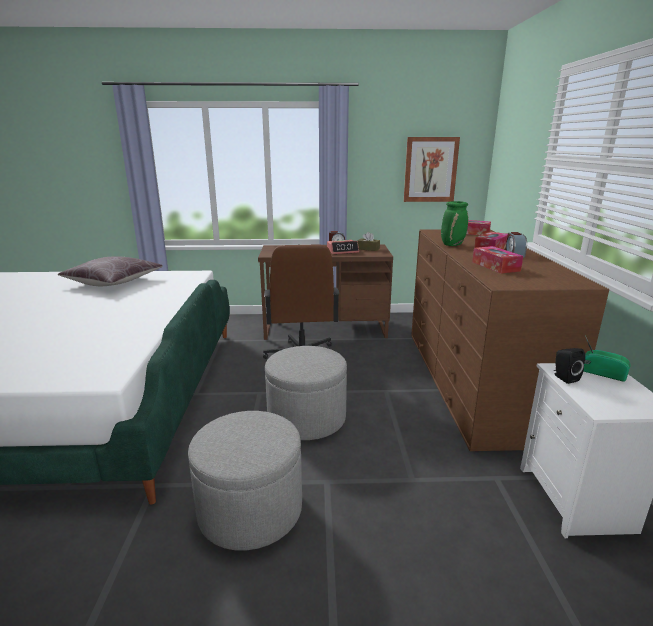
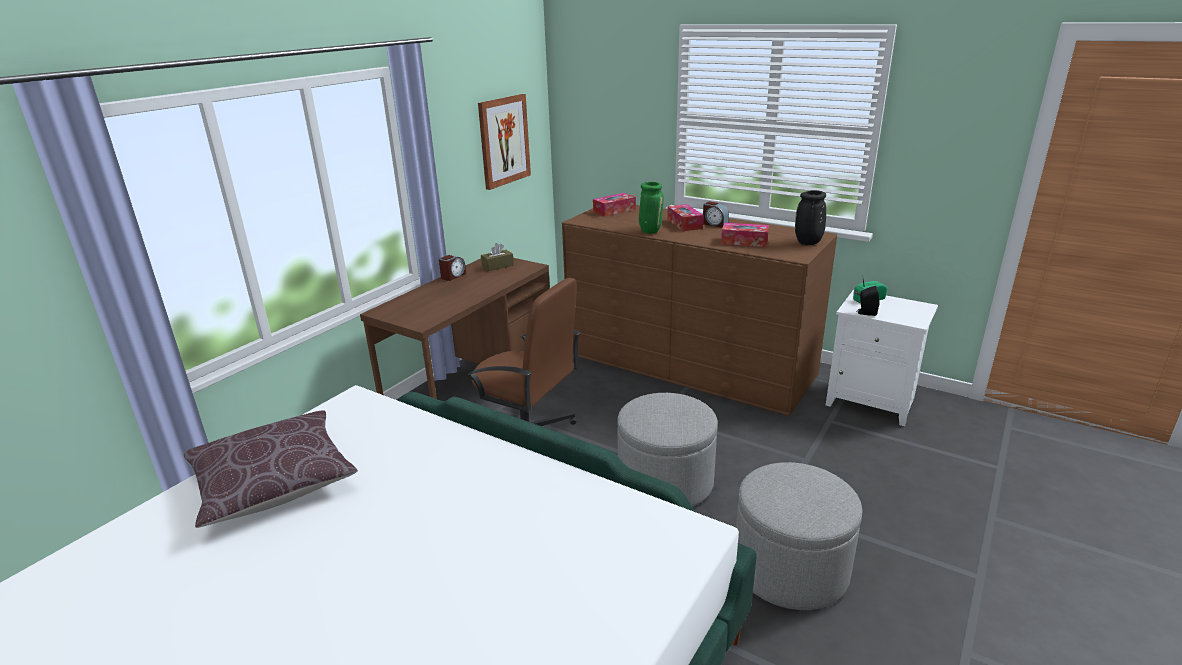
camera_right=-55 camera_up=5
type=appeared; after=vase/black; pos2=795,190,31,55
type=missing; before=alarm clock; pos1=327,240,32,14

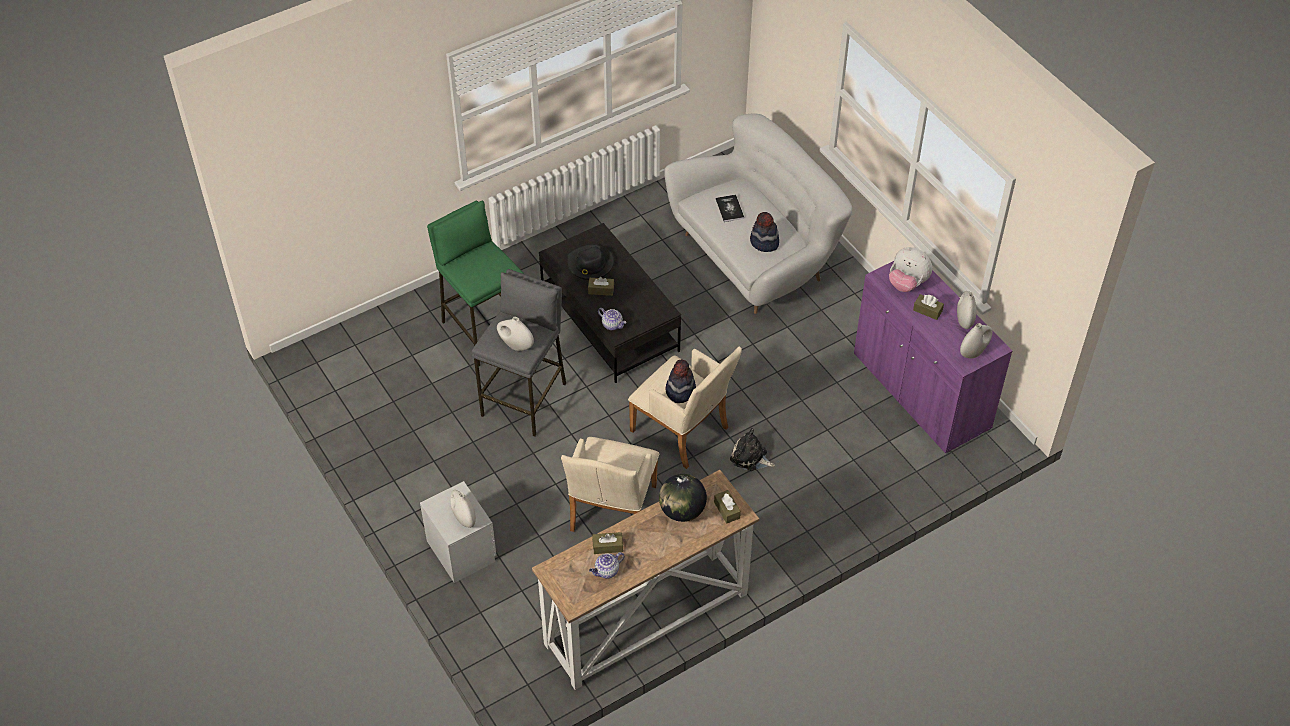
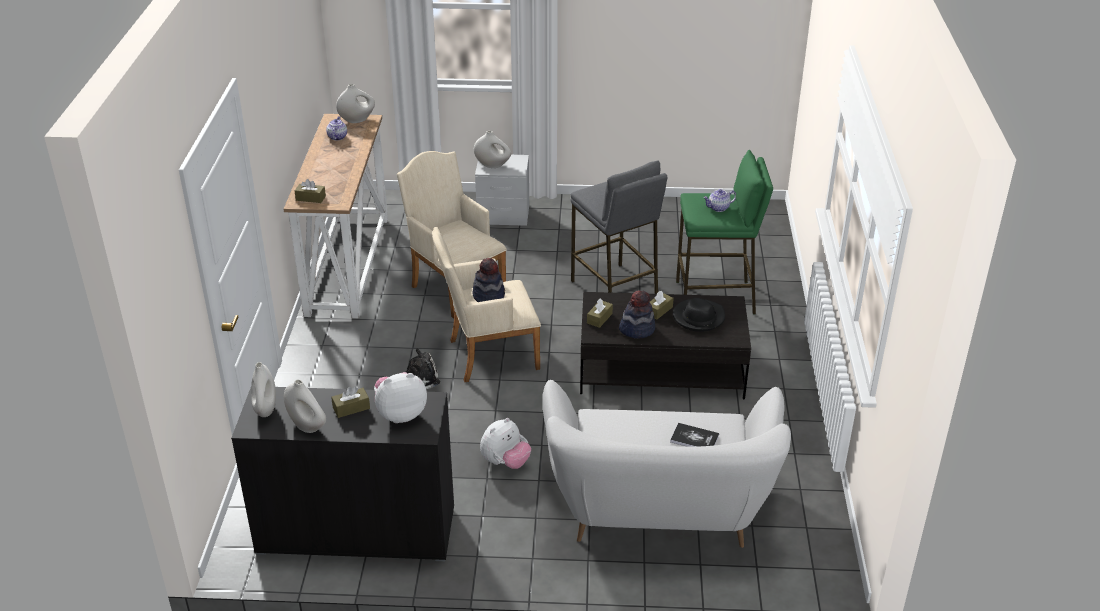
camera_right=125 camera_up=-15
type=colour; before=cabinet/purple; after=cabinet/black; pos1=854,261,158,192; pos2=231,387,223,174
type=relocated; before=vase/white; pos1=497,317,37,34; pos2=336,84,39,39
type=appeared; after=plush toy; pos2=480,418,51,51
type=relocated; before=tissue box/brown; pos1=592,532,31,22; pos2=587,298,26,30
type=relocated; before=hat; pos1=750,212,29,40; pos2=619,290,36,48
type=relocated; before=teapot; pos1=598,308,28,22; pos2=703,189,33,23
type=missing; before=globe; pos1=659,474,48,48

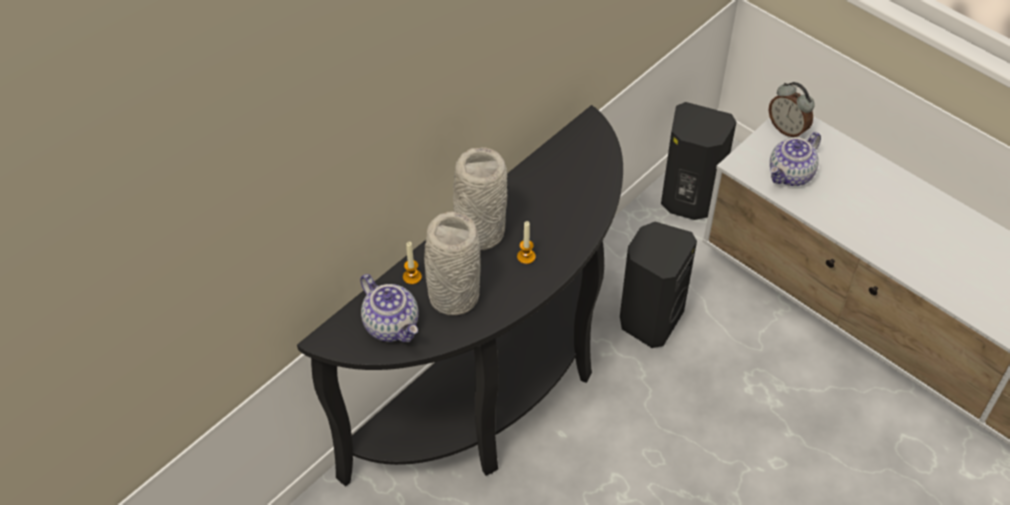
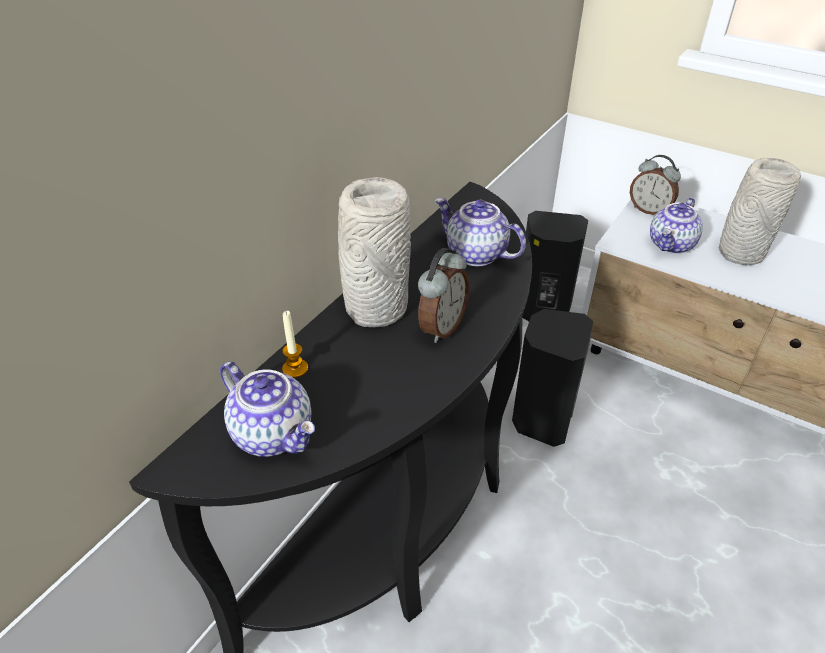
camera_right=-10 camera_up=-10
type=exchanged; before=candle; after=alarm clock; pos1=517,221,19,43; pos2=418,248,51,95
type=appeared; after=teapot; pos2=435,198,91,68
type=relocated; before=vase/grey; pos1=424,212,57,104; pos2=719,158,82,107

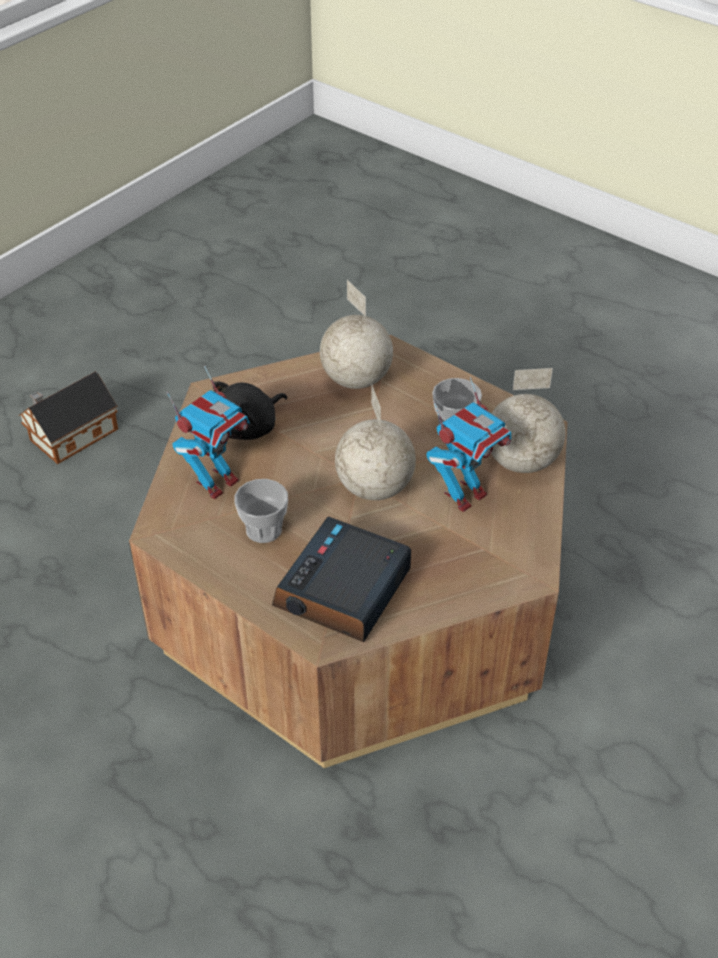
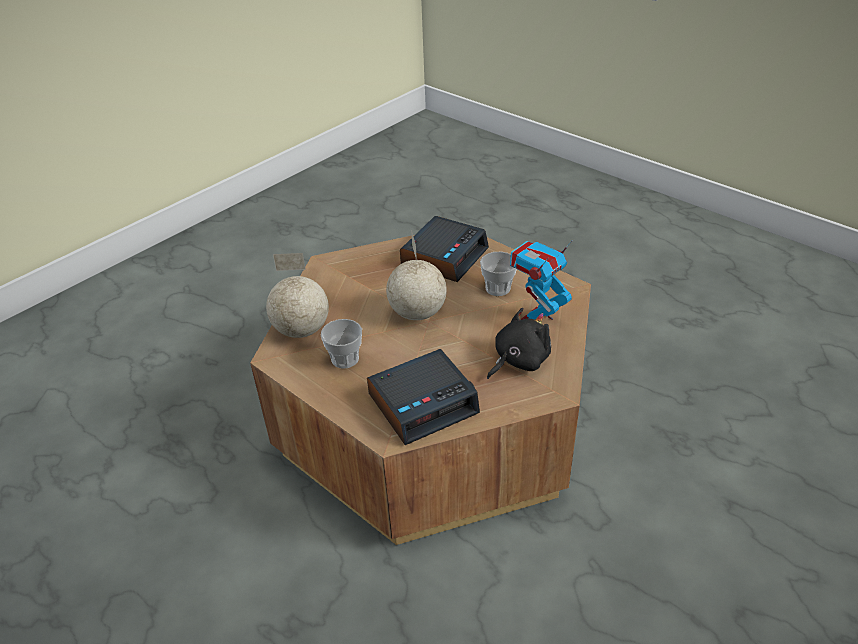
camera_right=-175 camera_up=-5
type=exchanged; before=globe; after=alarm clock; pos1=320,280,73,109; pos2=367,349,113,96
type=missing; before=toy house; pos1=18,372,100,92
type=missing; before=toy robot; pos1=426,377,85,135

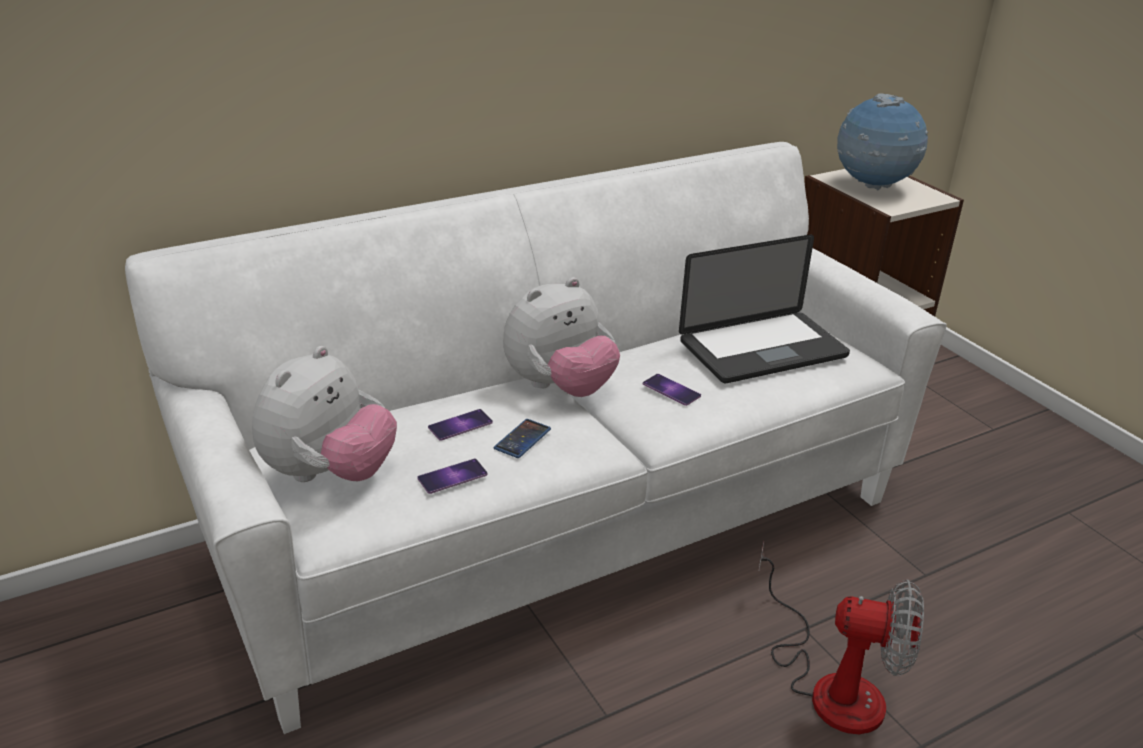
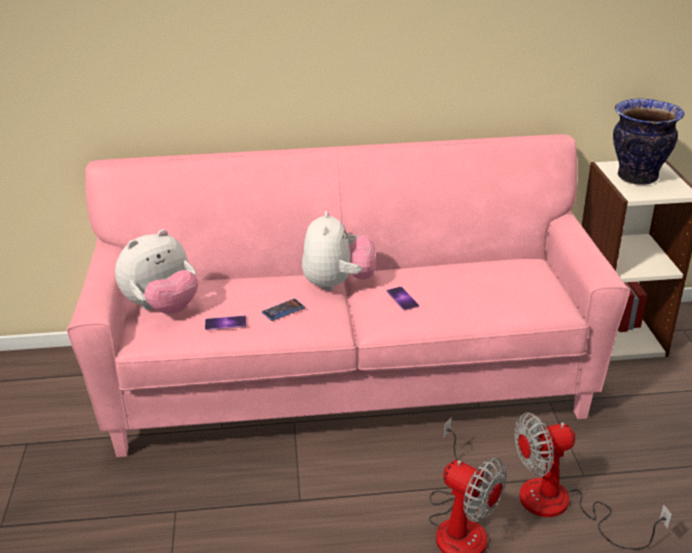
camera_right=25 camera_up=0
type=colour; before=sofa/white; after=sofa/pink; pos1=125,142,822,592; pos2=67,134,563,323
type=spun; before=plush toy; pos1=503,277,117,120; pos2=302,211,74,80; turn=-75
type=appeared; after=fan; pos2=515,412,157,138
type=exchanged; before=globe; after=vase; pos1=837,94,91,96; pos2=613,99,71,86
type=missing; before=phone; pos1=428,409,65,32
type=missing; before=laptop; pos1=679,235,171,148

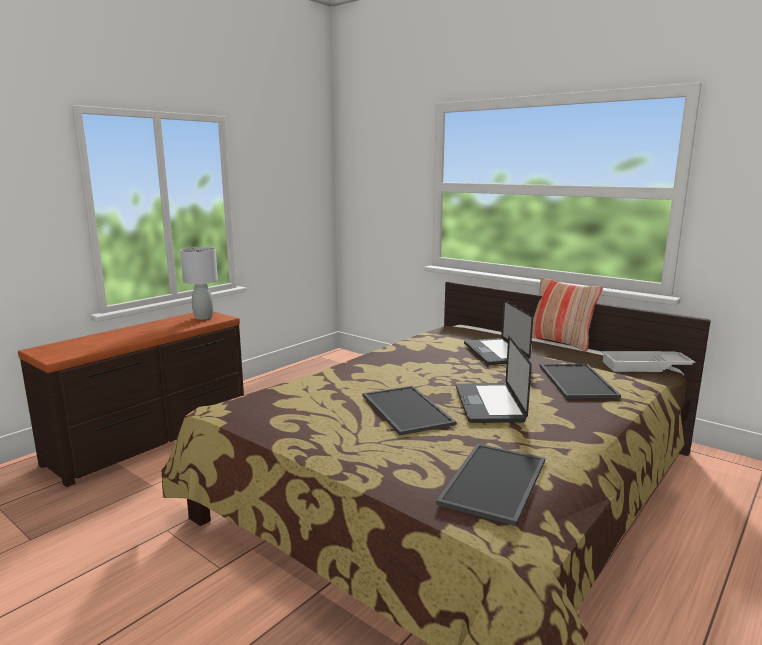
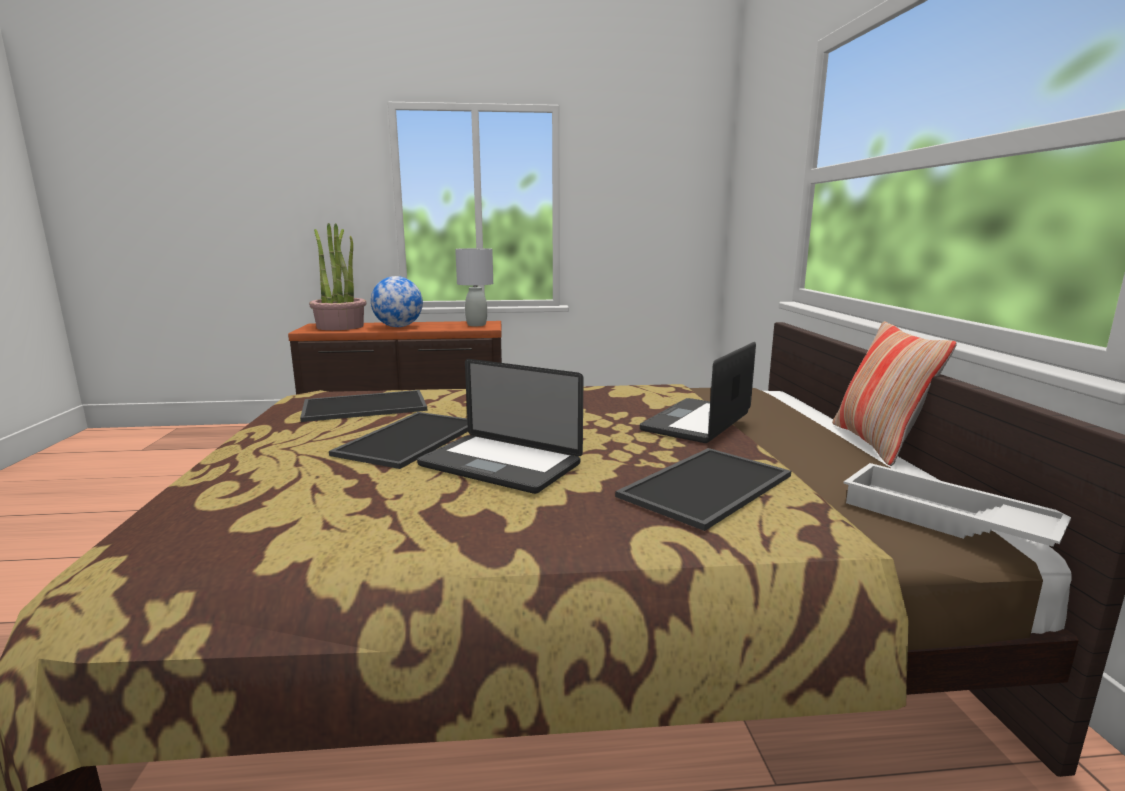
camera_right=45 camera_up=0
type=relocated; before=tray; pos1=436,443,109,83; pos2=300,390,128,32
type=appeared; after=potted plant; pos2=309,223,57,107
type=appeared; after=globe; pos2=371,276,52,51
type=spun; before=laptop; pos1=456,336,76,87; pos2=417,359,166,135; turn=-105

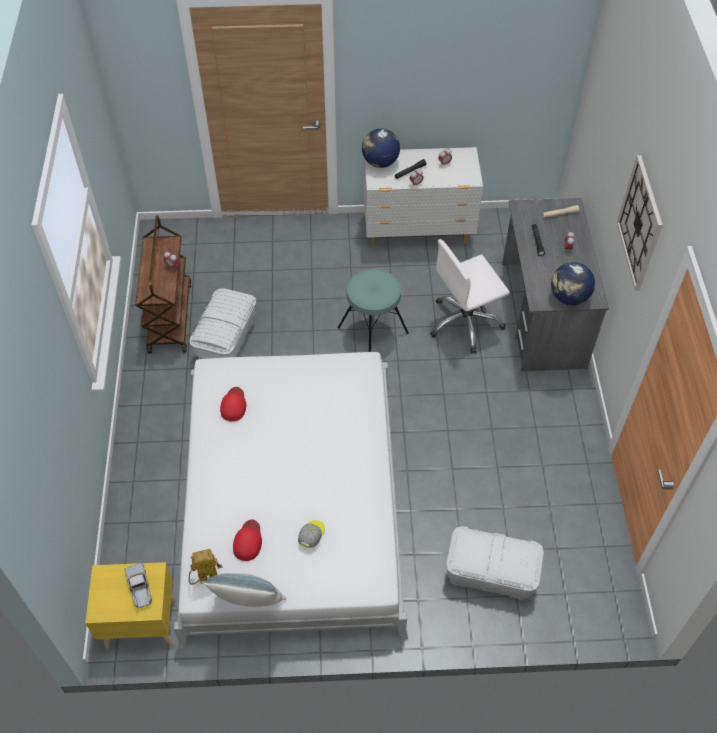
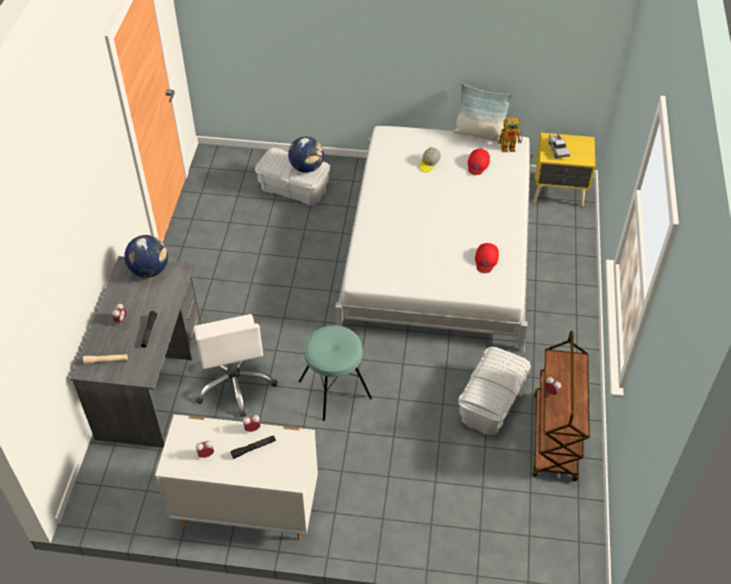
camera_right=-170 camera_up=-5
type=spun; before=office chair/white; pos1=430,239,80,114; pos2=194,314,84,103; turn=90
type=relocated; before=globe; pos1=362,129,38,39; pos2=288,137,36,36
type=missing; before=wall clock; pos1=617,155,46,136

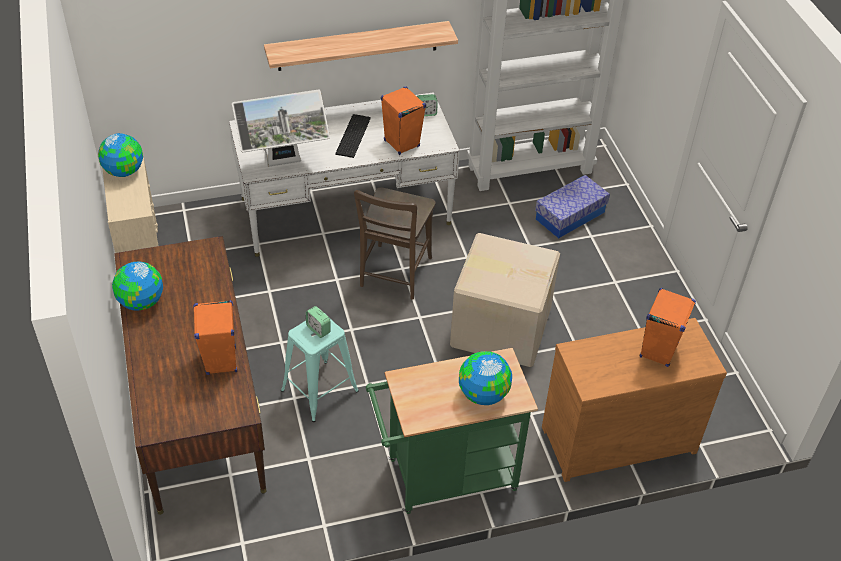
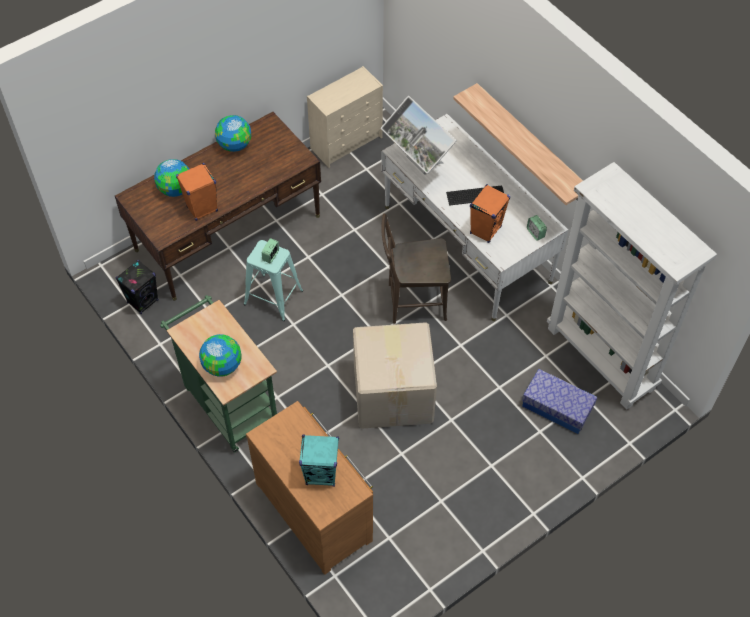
camera_right=70 camera_up=10
type=appeared; after=speaker/black; pos2=116,260,43,54
type=relocated; before=globe; pos1=98,133,45,44; pos2=154,159,35,38
type=colour; before=speaker/orange; after=speaker/turquoise; pos1=640,288,56,79; pos2=299,434,40,53

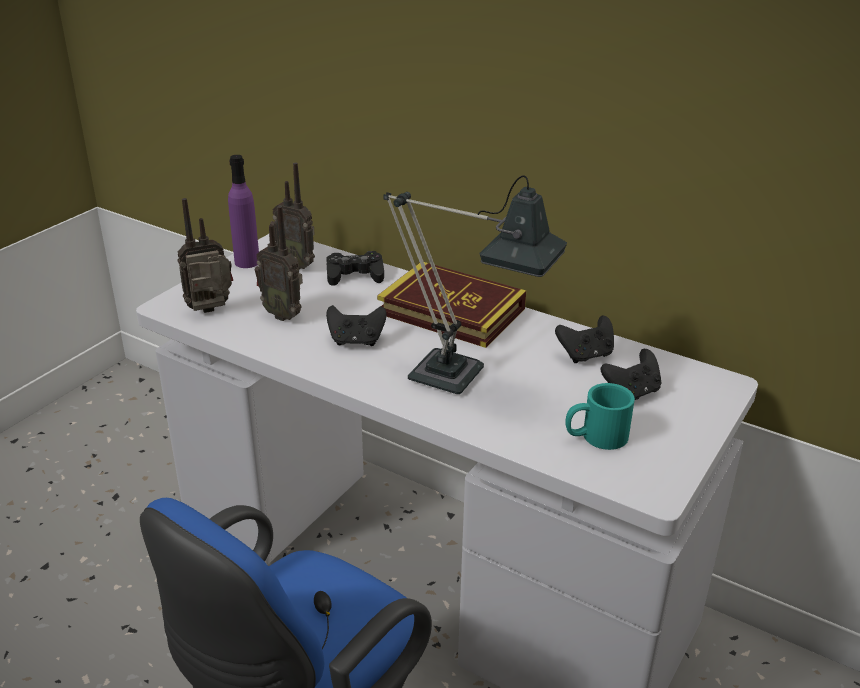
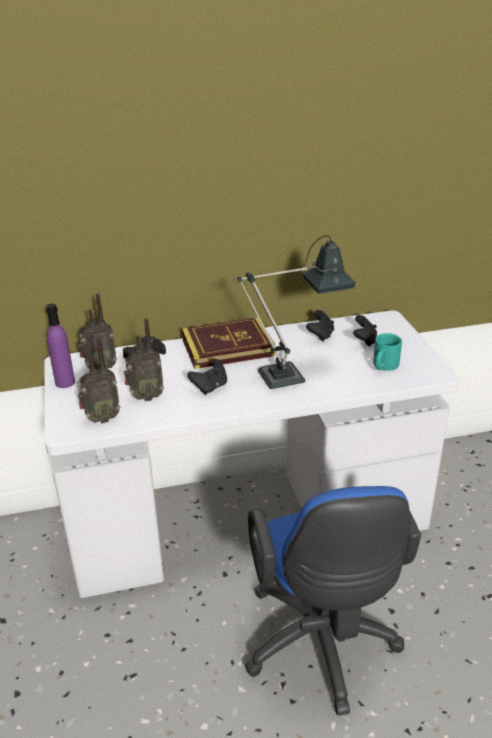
camera_right=-45 camera_up=0
type=spun; before=radio; pos1=177,198,56,115; pos2=77,337,43,87; turn=-135

